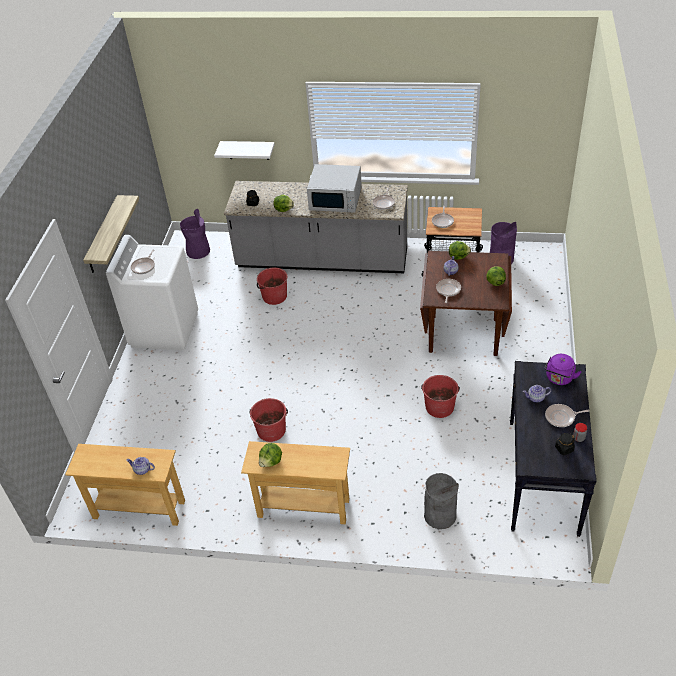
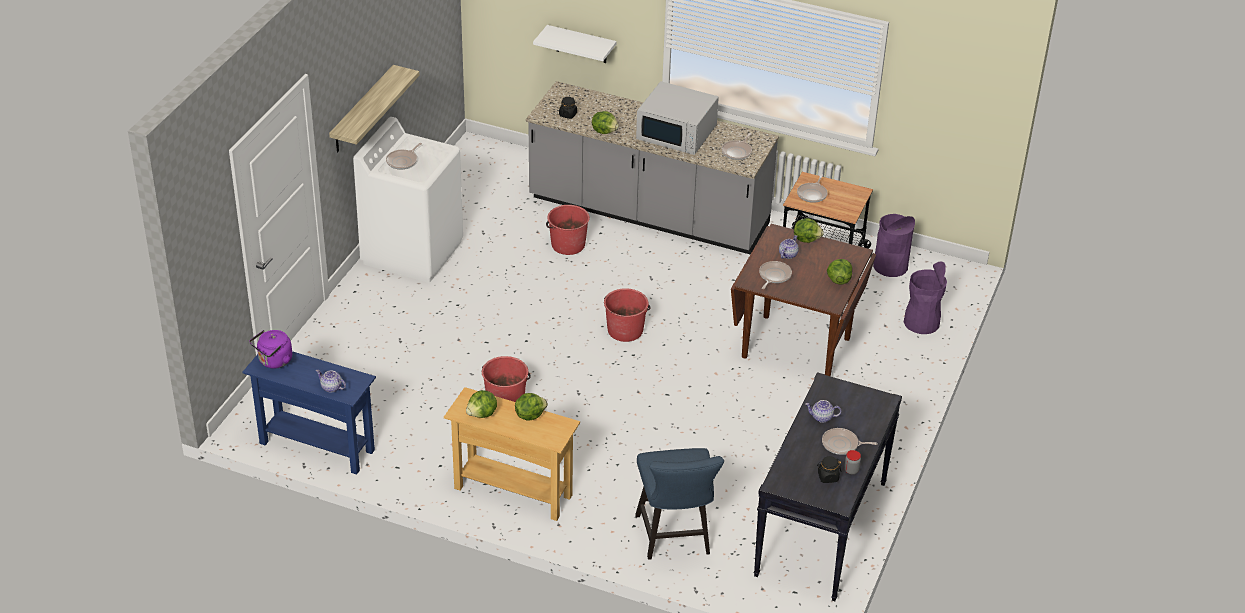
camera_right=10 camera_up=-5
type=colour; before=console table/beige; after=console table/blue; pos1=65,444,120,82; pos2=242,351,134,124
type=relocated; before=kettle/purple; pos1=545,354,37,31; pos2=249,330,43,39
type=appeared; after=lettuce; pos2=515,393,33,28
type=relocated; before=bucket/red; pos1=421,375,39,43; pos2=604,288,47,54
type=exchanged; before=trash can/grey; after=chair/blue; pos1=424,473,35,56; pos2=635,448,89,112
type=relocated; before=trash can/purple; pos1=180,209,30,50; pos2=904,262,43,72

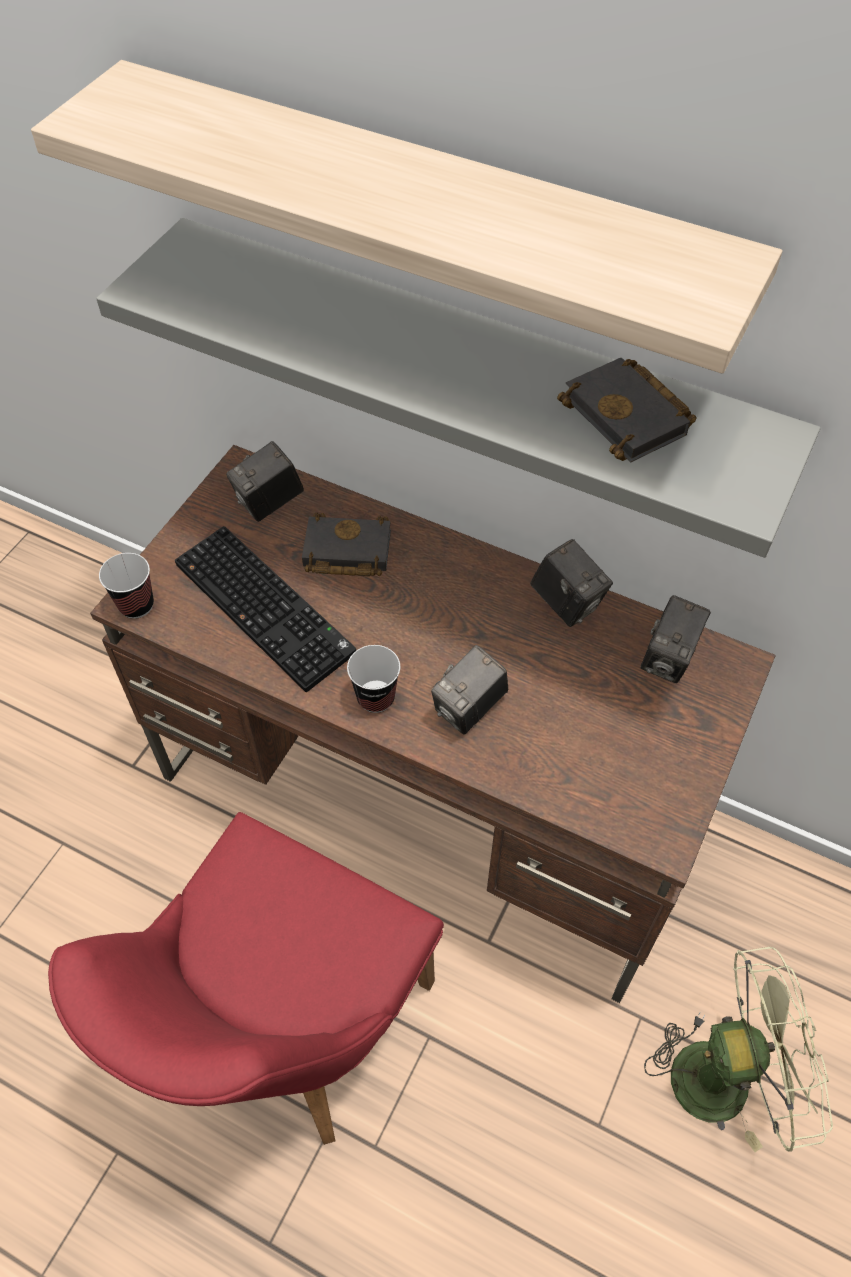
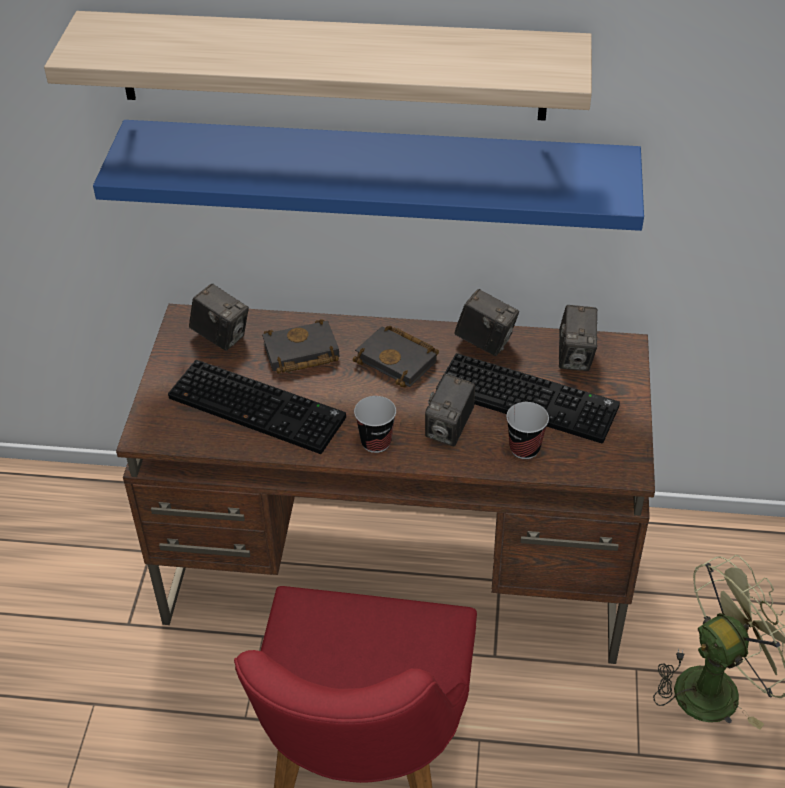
camera_right=-20 camera_up=-10
type=colour; before=shelf/grey; after=shelf/blue; pos1=96,218,725,340; pos2=93,120,551,111
type=spun; before=photo camera; pos1=226,441,78,81; pos2=189,284,60,67; turn=-90
type=relocated; before=book/black; pos1=557,358,139,105; pos2=353,326,86,62
type=appeared; after=keyboard; pos2=436,353,184,91
type=relocated; before=cup; pos1=99,553,55,66; pos2=506,402,43,57

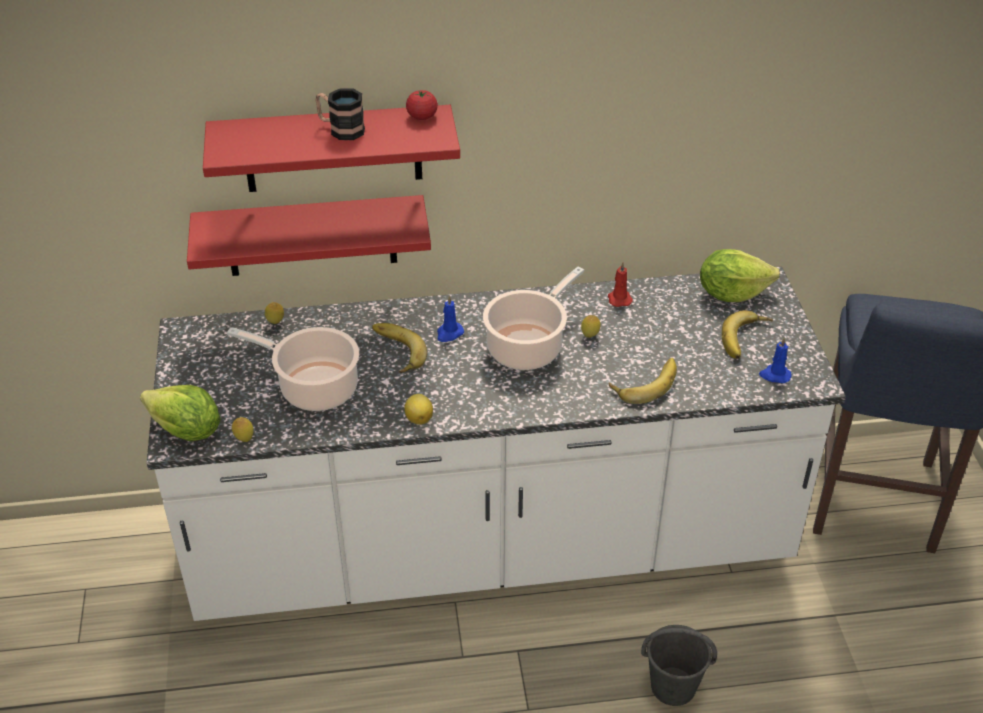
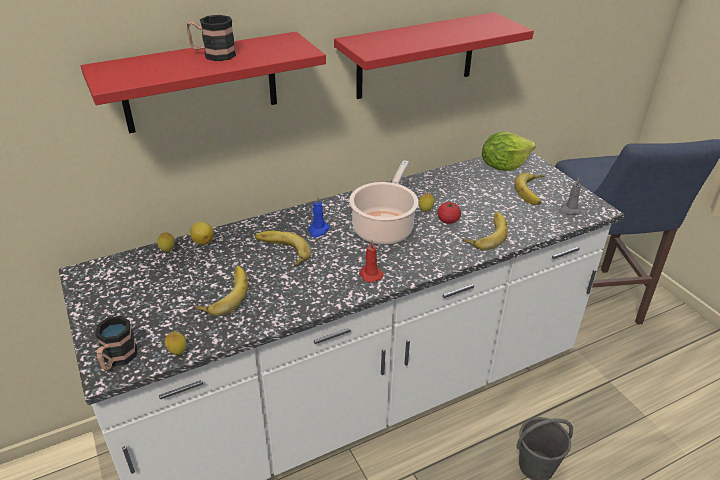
camera_right=-20 camera_up=-5
type=exchanged; before=lettuce; after=mug; pos1=140,385,80,57; pos2=95,316,42,55
type=relocated; before=lemon; pos1=405,394,28,31; pos2=190,221,24,24
type=exchanged; before=cooking pot; after=banana; pos1=227,327,132,84; pos2=194,266,54,50
type=relocated; before=shelf/red; pos1=187,195,244,81; pos2=334,12,200,87
type=relocated; before=candle/red; pos1=608,262,25,45; pos2=359,241,24,42
type=relocated; before=tomato; pos1=406,90,32,30; pos2=437,202,24,22
type=colour; before=candle/blue; after=candle/grey; pos1=759,338,32,45; pos2=558,178,24,37

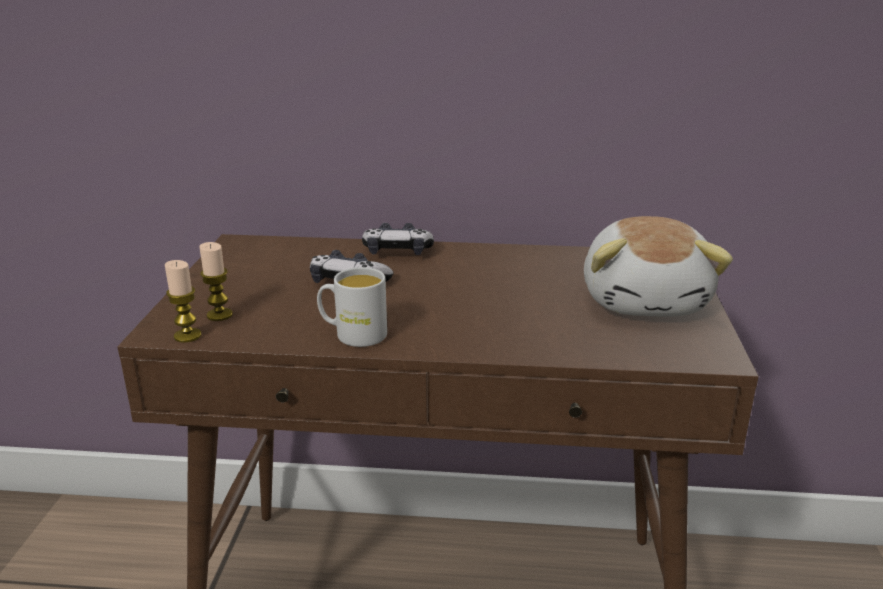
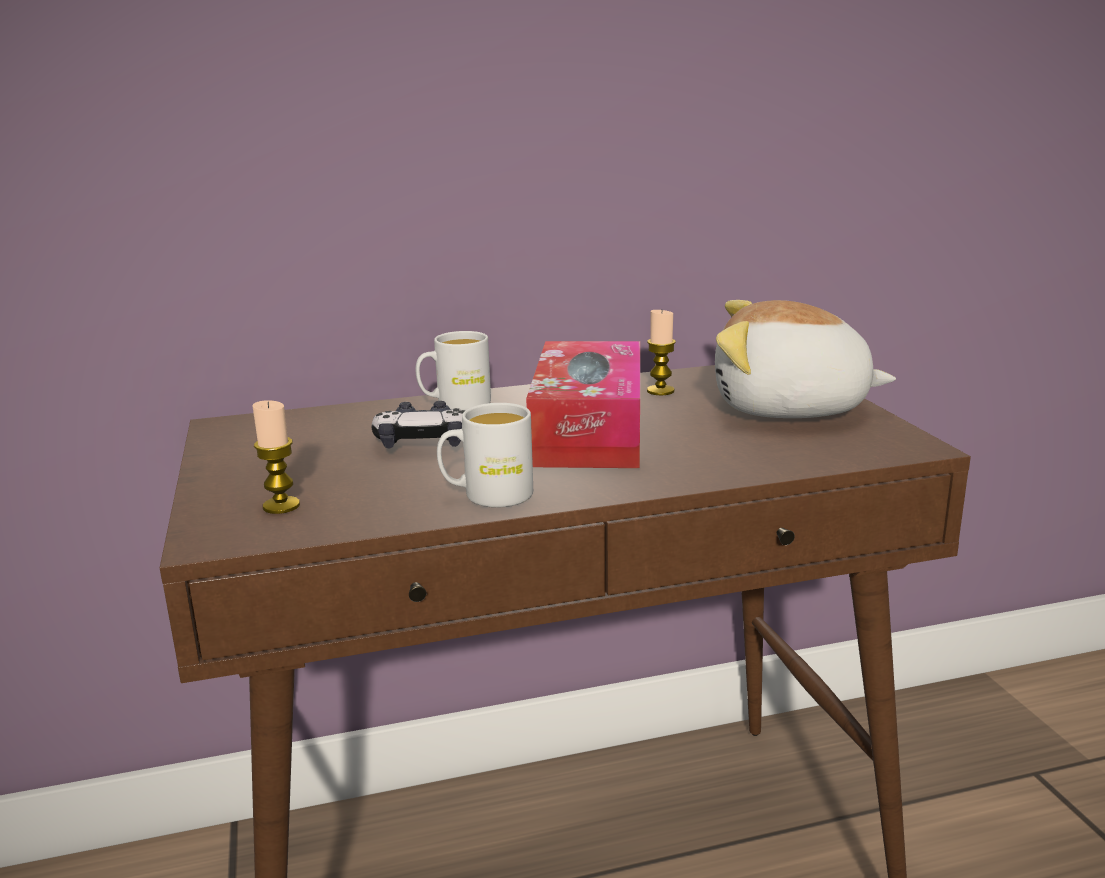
camera_right=-20 camera_up=-5
type=exchanged; before=game controller; after=mug/white; pos1=362,223,72,32; pos2=416,331,75,80
type=appeared; after=tissue box; pos2=526,341,114,127
type=relocated; before=candle; pos1=165,260,36,83; pos2=647,309,29,86
type=spun; before=plush toy; pos1=584,216,149,100; pos2=715,300,181,118; turn=120

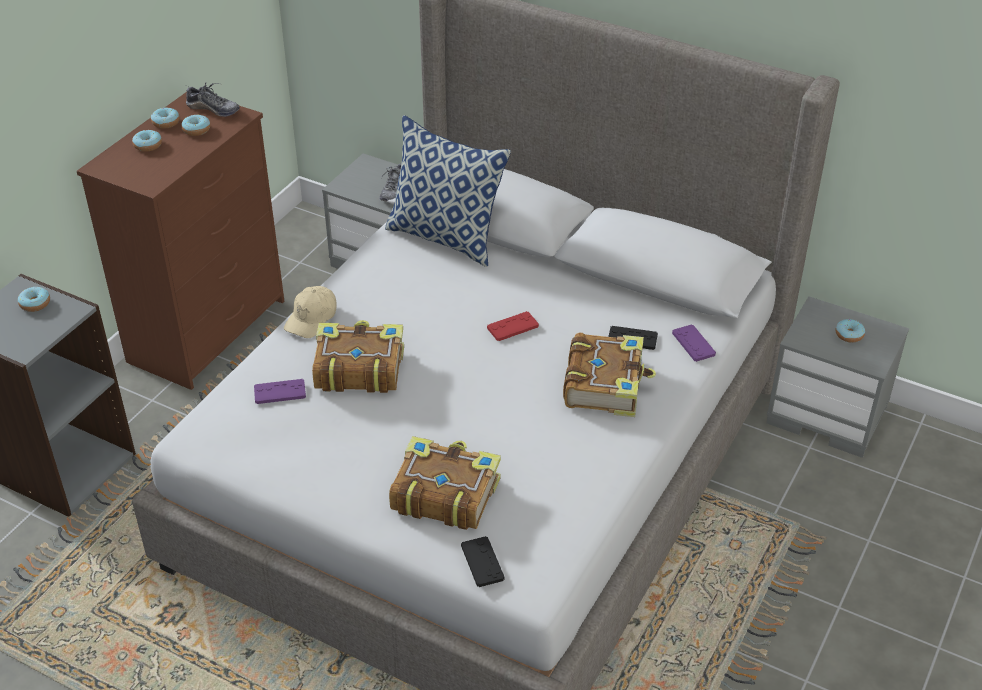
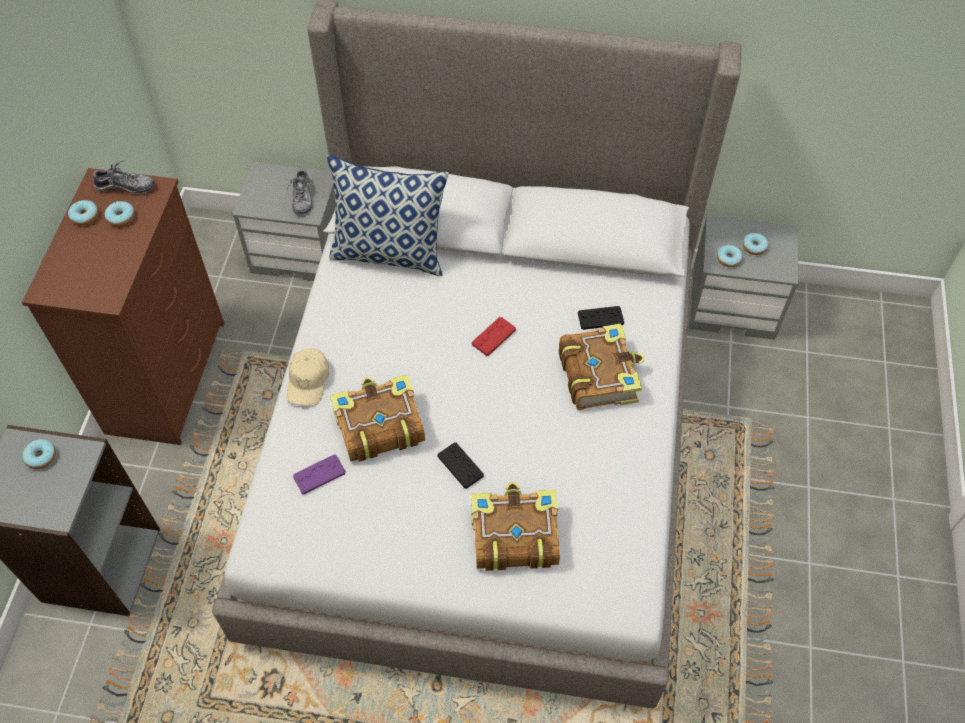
camera_right=-20 camera_up=15
type=relocated; before=game controller/black; pos1=461,536,44,51; pos2=437,442,47,47
type=relocated; before=donut; pos1=132,130,30,22; pos2=717,245,26,22
type=missing; before=game controller/purple; pos1=672,324,44,38

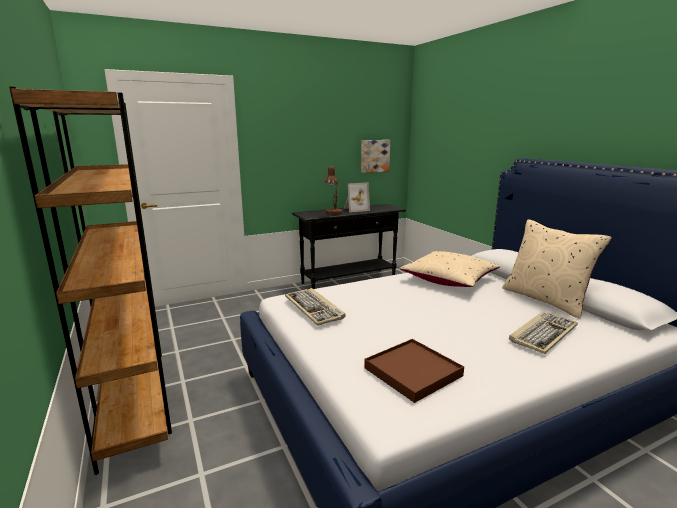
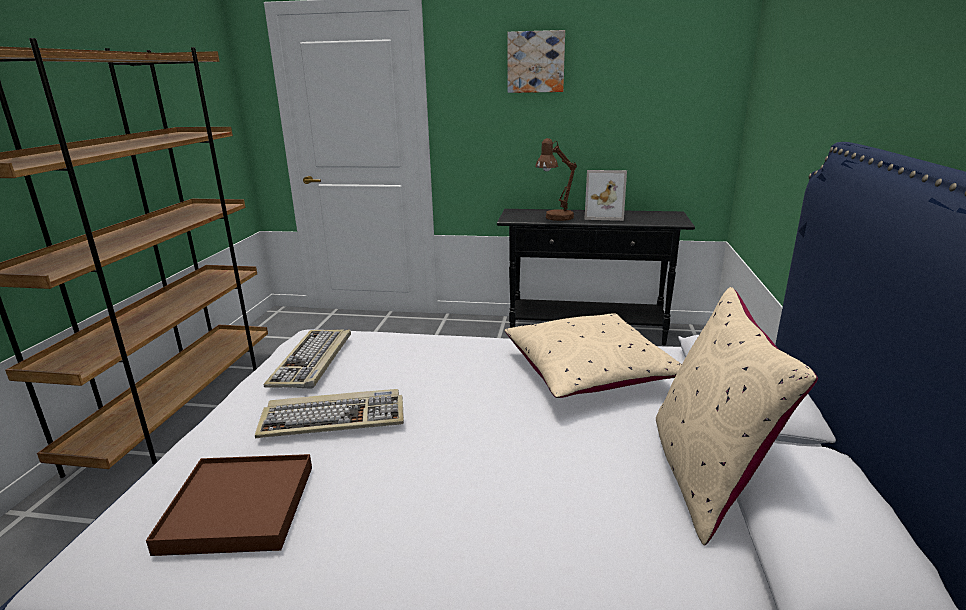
camera_right=35 camera_up=5
type=relocated; before=keyboard; pos1=509,311,69,43; pos2=255,389,149,49
type=relocated; before=picture; pos1=361,140,29,33; pos2=507,30,58,63

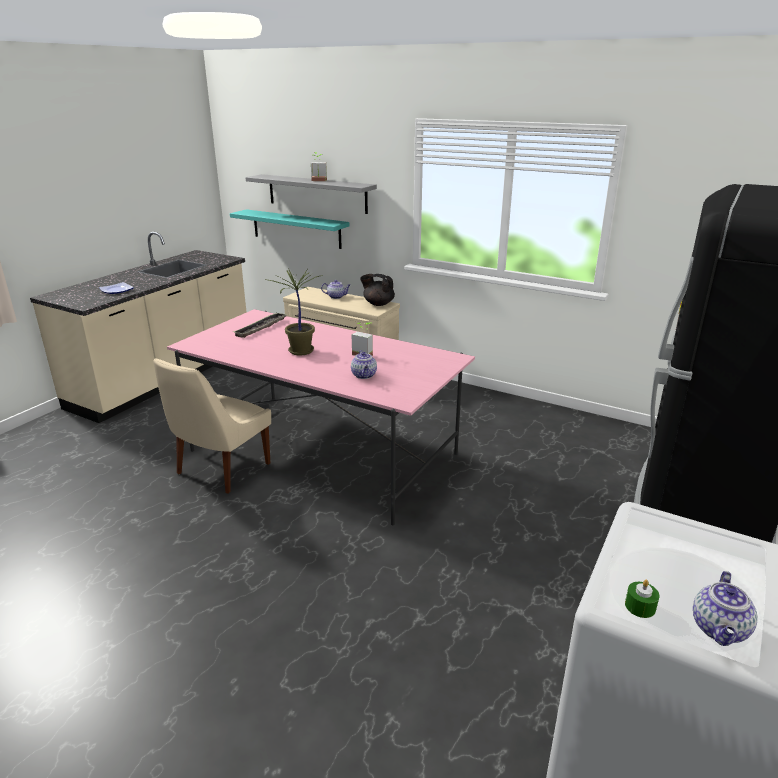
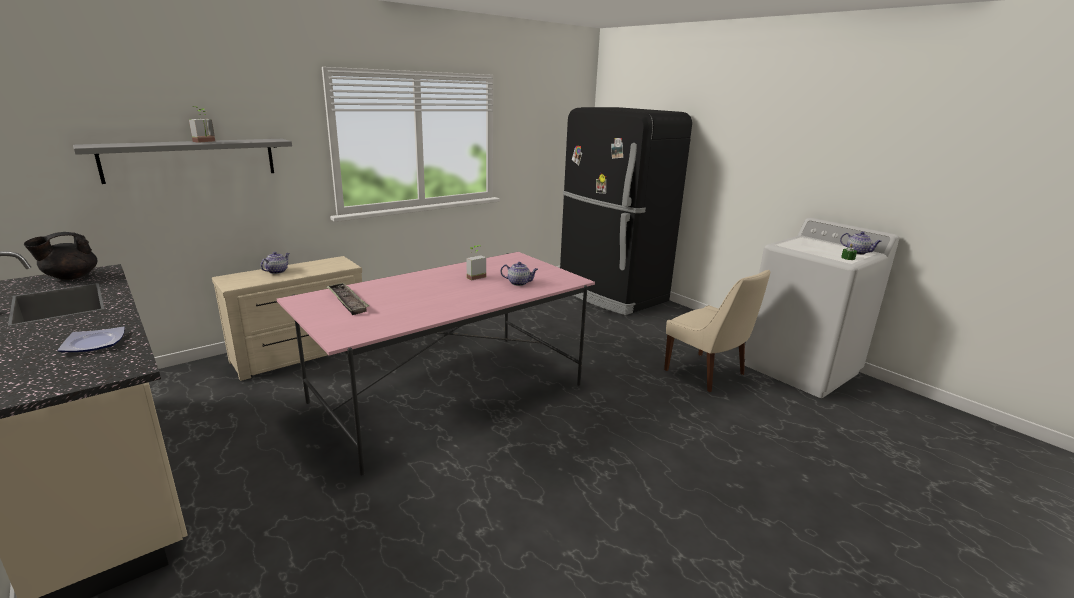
camera_right=-70 camera_up=-5
type=relocated; before=teapot/black; pos1=360,274,35,32; pos2=24,232,73,48
type=relocated; before=chair/beige; pos1=154,358,117,136; pos2=664,270,106,122
type=missing; before=shelf/turquoise; pos1=230,209,119,40
type=missing; before=potted plant; pos1=264,268,59,88

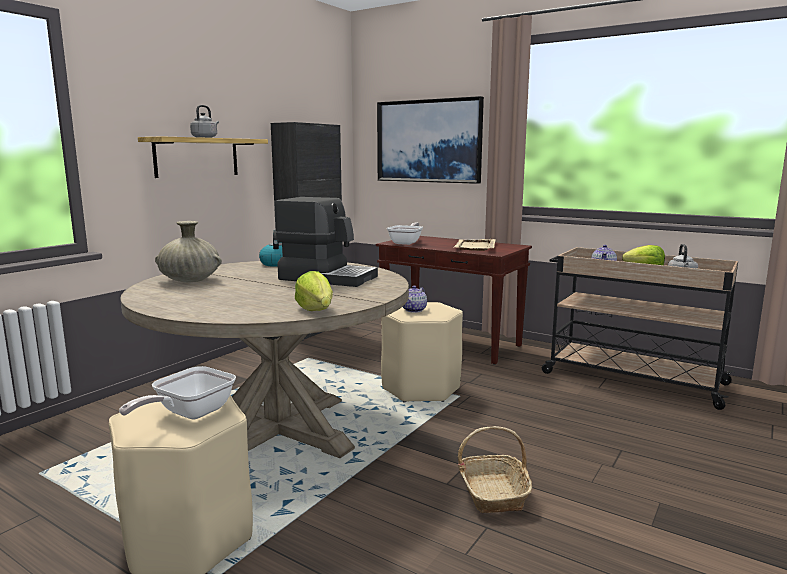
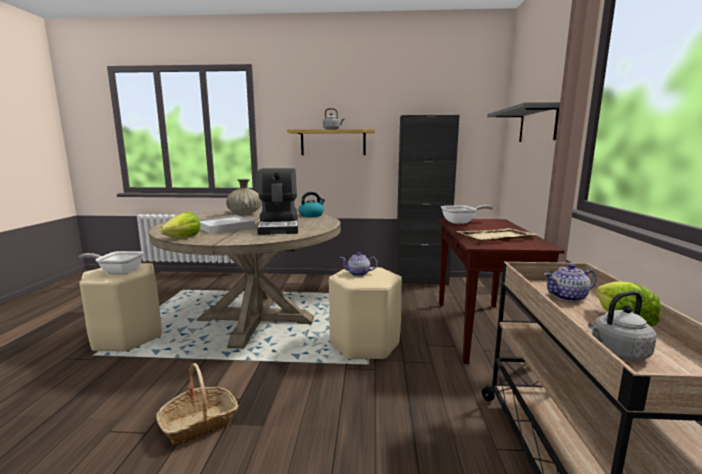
camera_right=60 camera_up=0
type=appeared; after=tray/white; pos2=199,215,56,19
type=exchanged; before=picture; after=shelf/grey; pos1=377,96,107,88; pos2=487,102,73,40

